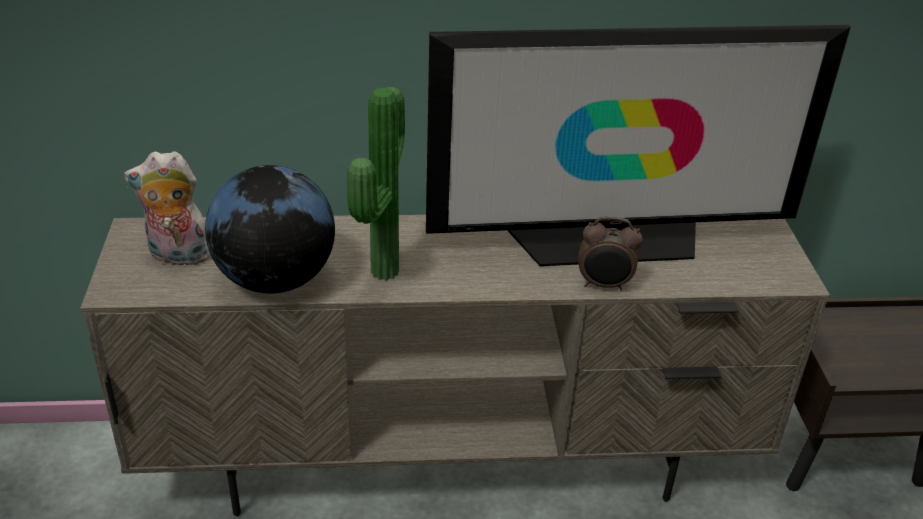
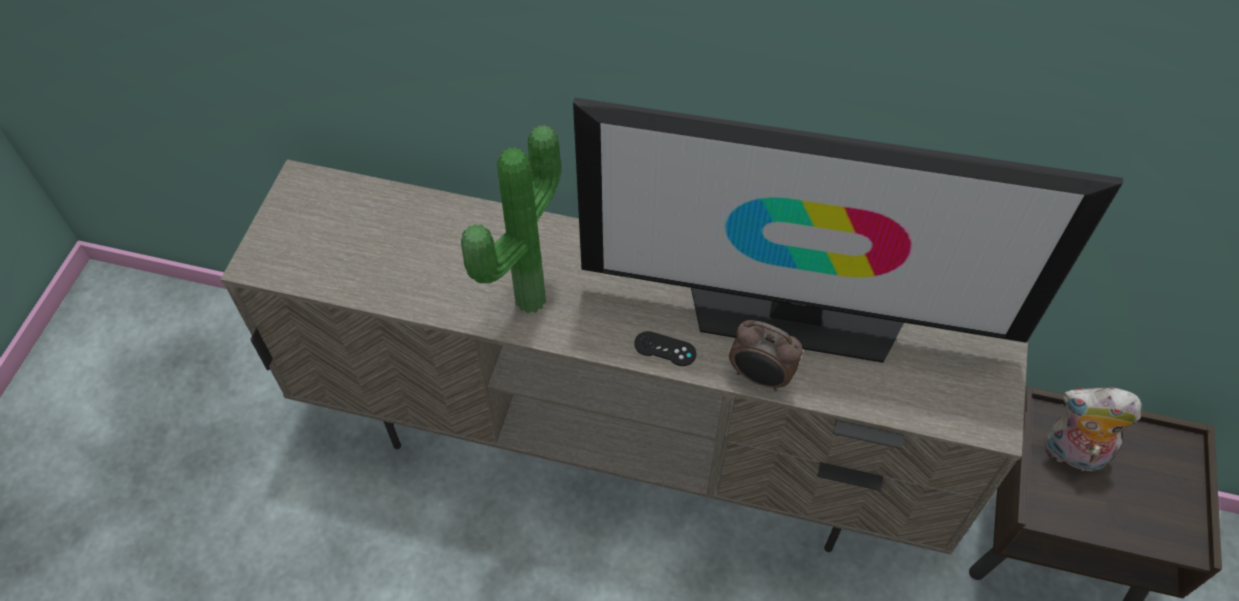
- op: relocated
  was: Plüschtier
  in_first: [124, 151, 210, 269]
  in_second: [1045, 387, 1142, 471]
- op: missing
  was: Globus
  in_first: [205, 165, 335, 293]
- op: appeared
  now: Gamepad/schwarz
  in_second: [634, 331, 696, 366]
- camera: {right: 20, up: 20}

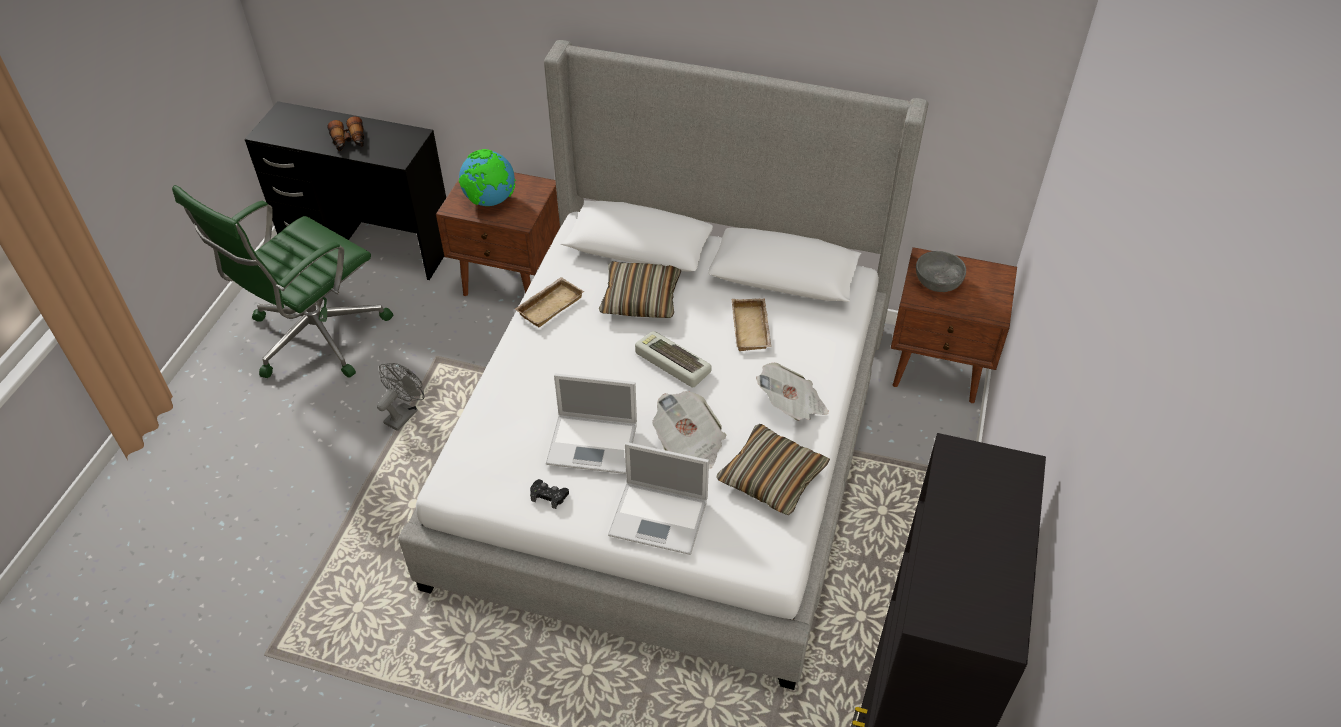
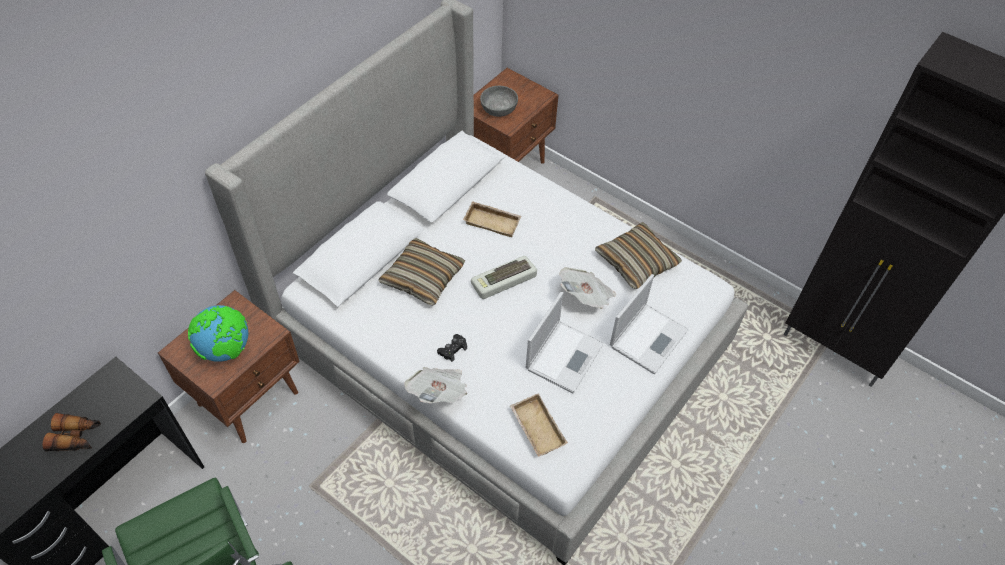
- op: relocated
  was: Tablett/beige
  in_first: [515, 277, 584, 327]
  in_second: [510, 393, 568, 457]
- op: missing
  was: Ventilator/grau
  in_first: [377, 363, 424, 431]
- op: relocated
  was: Zeitung
  in_first: [756, 363, 829, 420]
  in_second: [405, 367, 467, 403]
- op: relocated
  was: Gamepad/schwarz
  in_first: [530, 479, 569, 509]
  in_second: [437, 334, 467, 362]
- camera: {right: -70, up: 5}

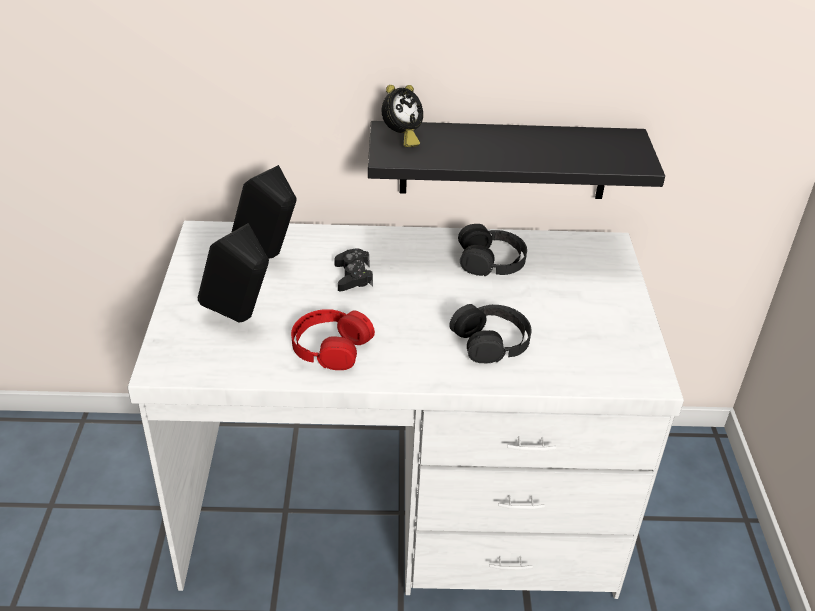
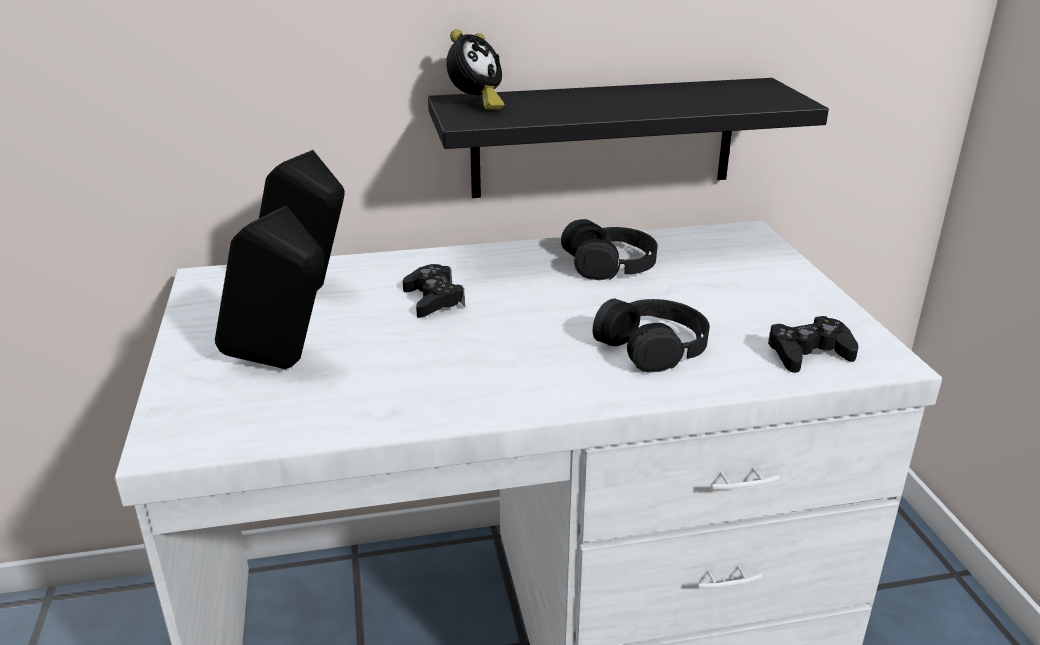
- op: missing
  was: Kopfhörer/rot
  in_first: [291, 309, 375, 370]
- op: appeared
  now: Gamepad/schwarz
  in_second: [768, 316, 858, 373]
- camera: {right: -10, up: -10}

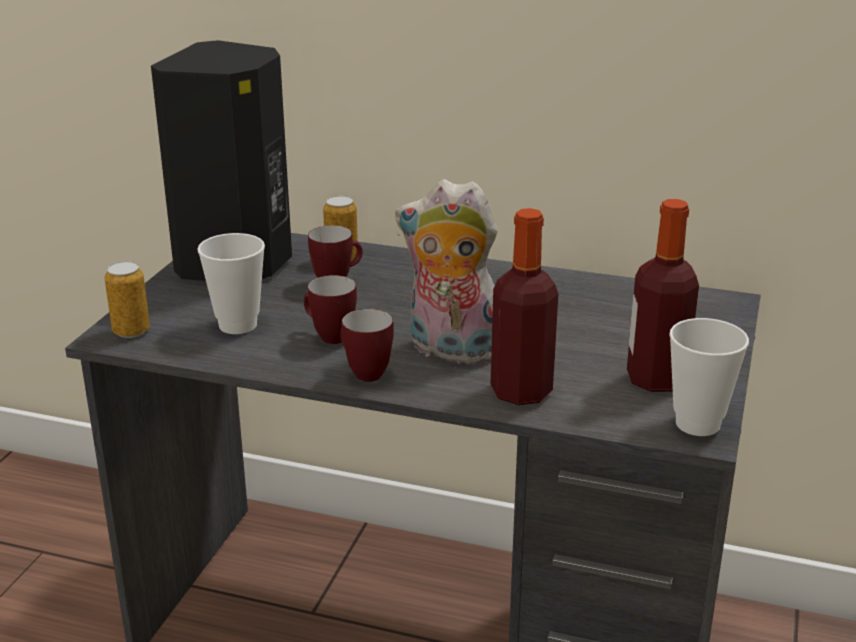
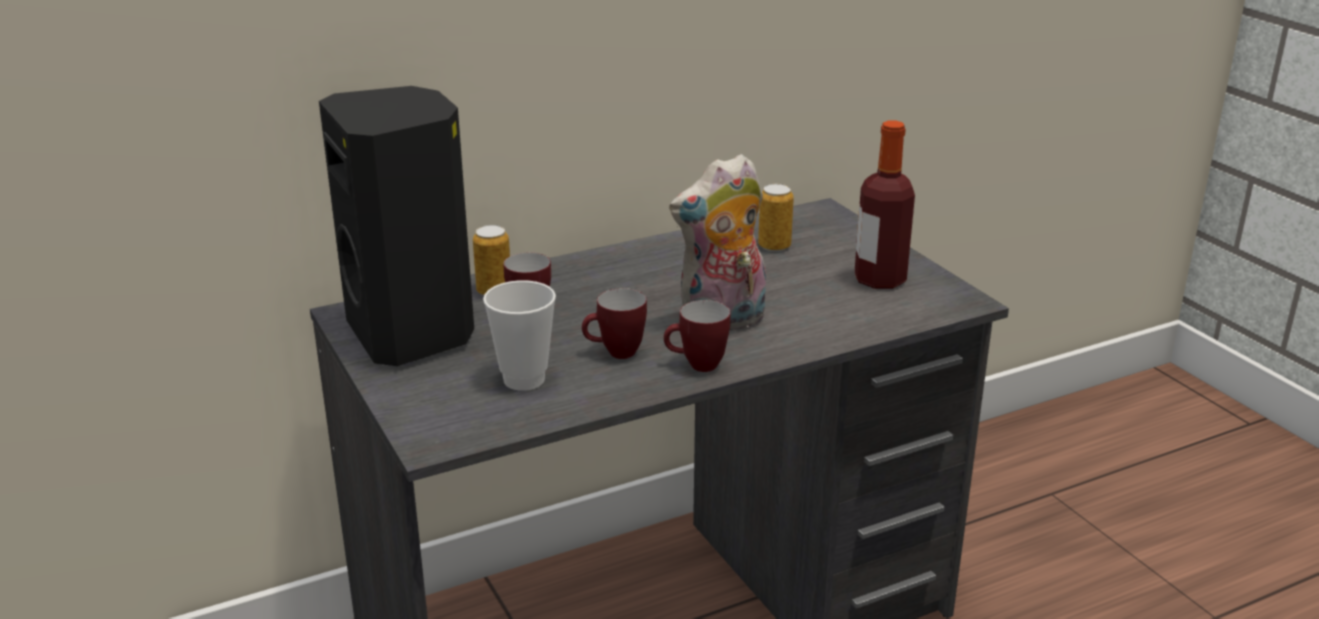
- op: missing
  was: Flasche
  in_first: [491, 208, 558, 405]
- op: relocated
  was: Dose
  in_first: [105, 261, 150, 338]
  in_second: [758, 184, 794, 252]
- op: missing
  was: Tasse
  in_first: [669, 318, 749, 436]
- camera: {right: -45, up: 0}

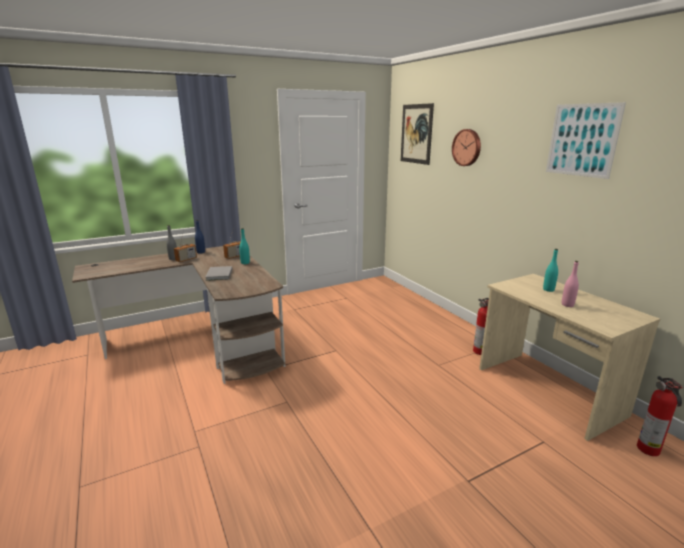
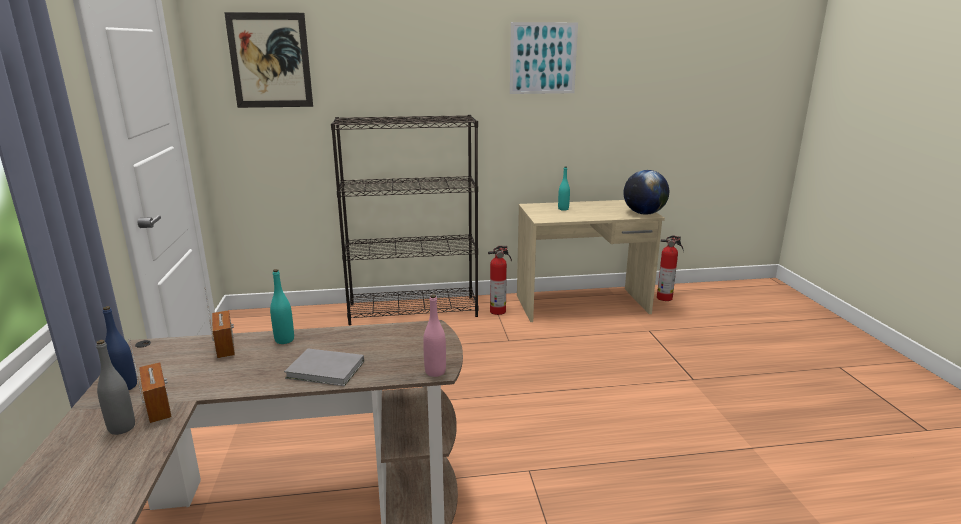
- op: missing
  was: Wanduhr
  in_first: [452, 129, 481, 166]
- op: relocated
  was: Flasche/rosa
  in_first: [562, 261, 579, 307]
  in_second: [423, 294, 446, 377]
- op: appeared
  now: Bücherregal/schwarz
  in_second: [331, 115, 478, 325]
- op: appeared
  now: Globus
  in_second: [624, 170, 669, 215]
- camera: {right: -70, up: 0}

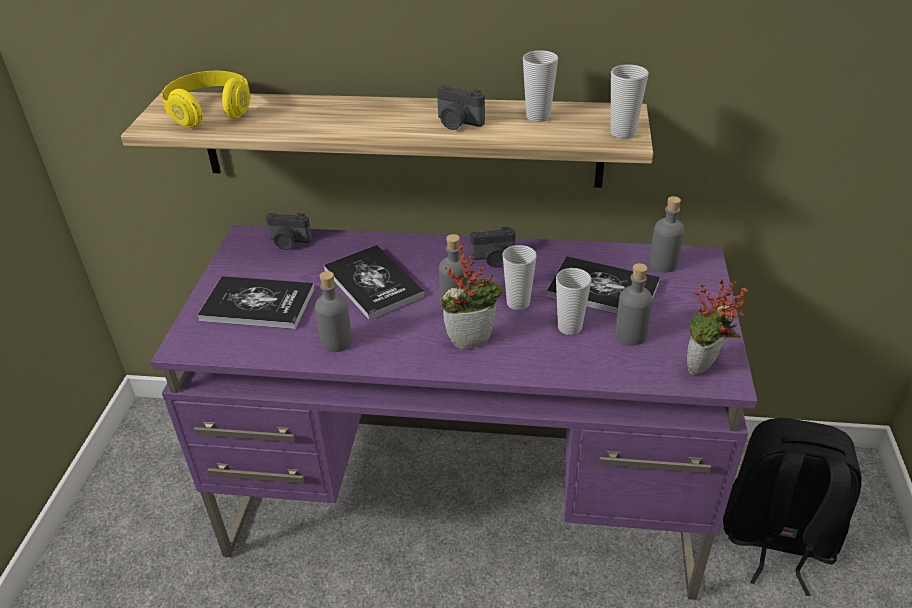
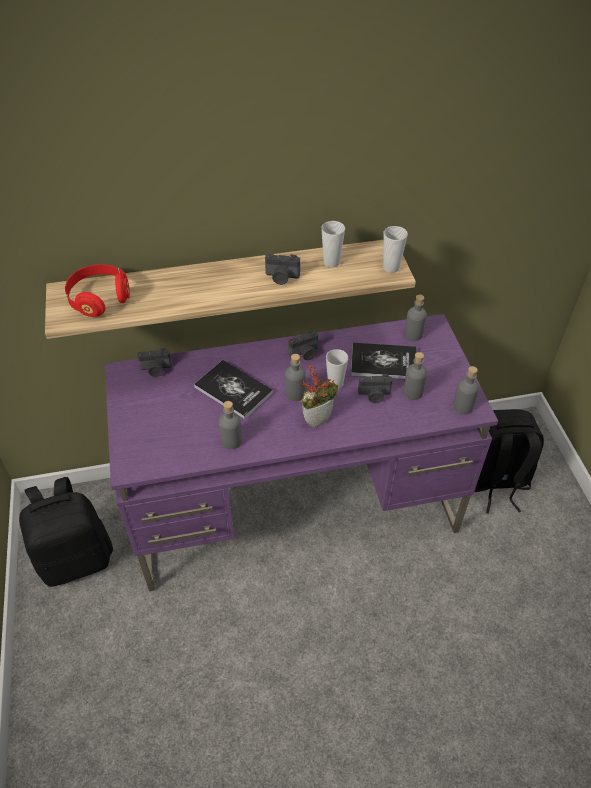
- op: colour
  was: Kopfhörer/gelb
  now: Kopfhörer/rot
  in_first: [161, 71, 250, 128]
  in_second: [65, 264, 130, 317]
- op: exchanged
  was: Tasse
  now: Kamera
  in_first: [556, 268, 591, 335]
  in_second: [358, 374, 392, 403]
- op: missing
  was: Buch
  in_first: [197, 276, 314, 329]
- op: exchanged
  was: Topfpflanze
  now: Flasche/grau
  in_first: [687, 279, 749, 375]
  in_second: [453, 366, 479, 415]
- op: appeared
  now: Rucksack/schwarz
  in_second: [19, 477, 113, 587]
- camera: {right: -20, up: 10}

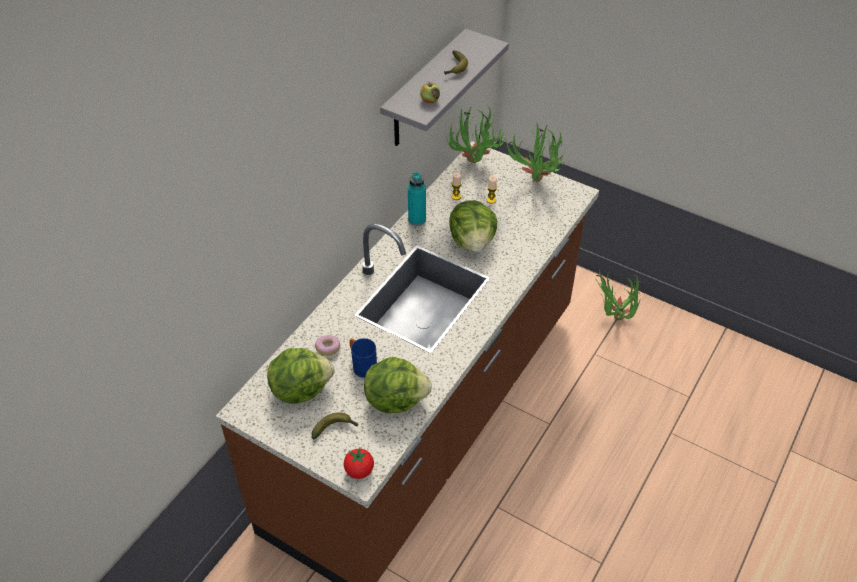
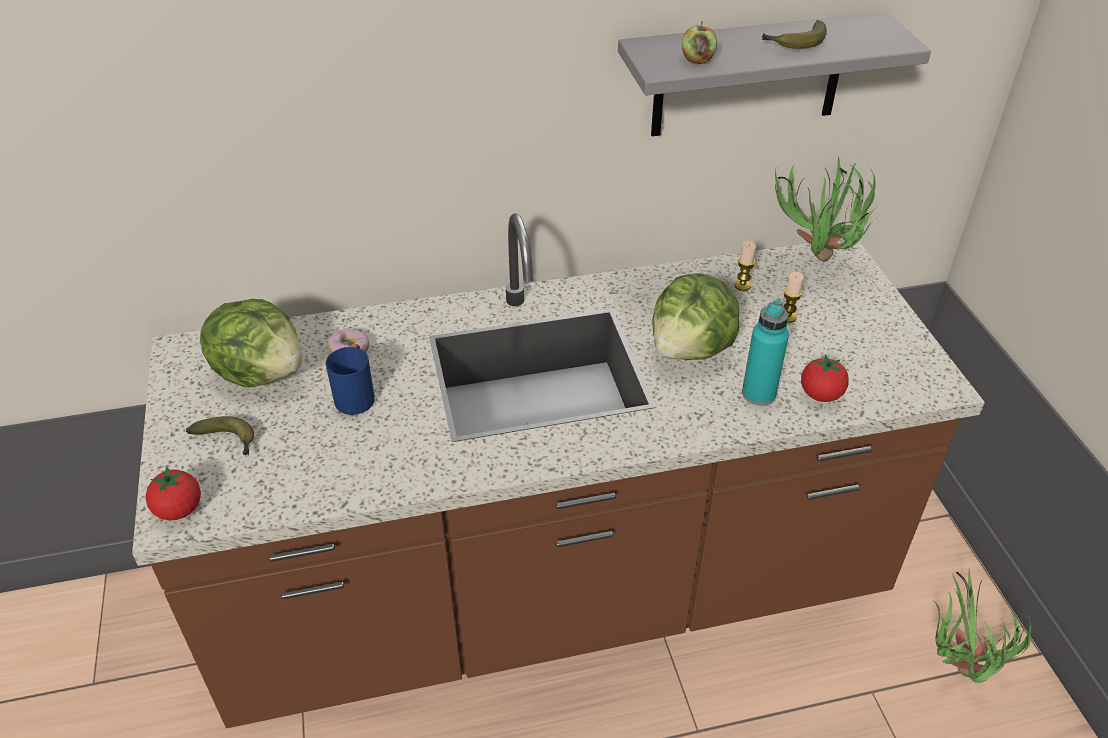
- op: missing
  was: Topfpflanze
  in_first: [506, 122, 565, 182]
- op: relocated
  was: Flasche/türkis
  in_first: [408, 172, 426, 226]
  in_second: [742, 300, 789, 406]
- op: missing
  was: Salatkopf
  in_first: [364, 357, 432, 413]
- op: appeared
  now: Tomate
  in_second: [801, 354, 849, 402]
- camera: {right: 45, up: -5}

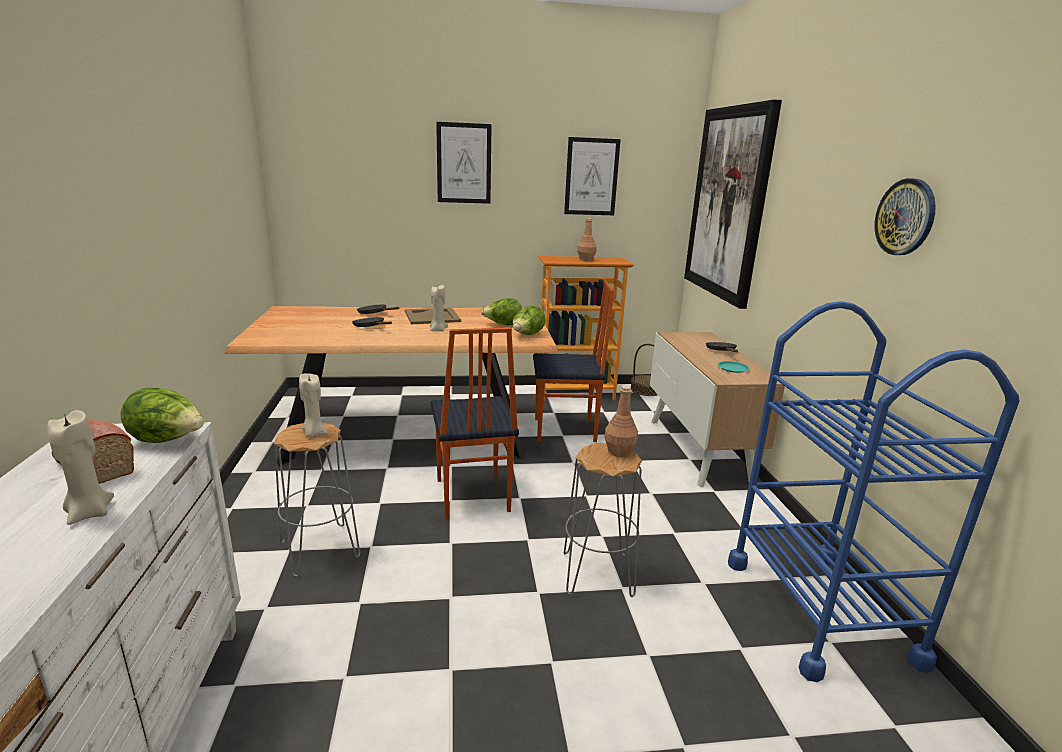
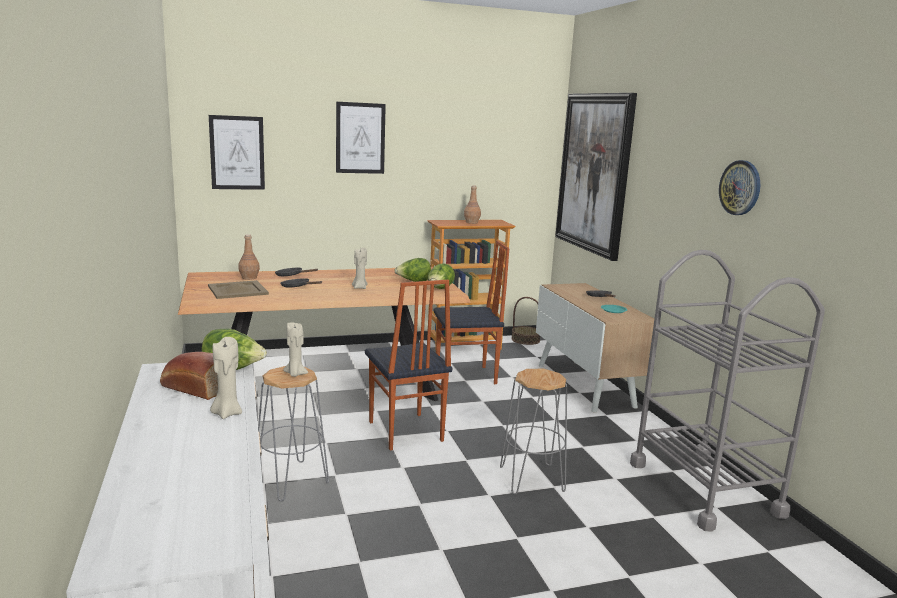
- op: relocated
  was: Bild
  in_first: [564, 137, 621, 215]
  in_second: [209, 115, 265, 190]
- op: colour
  was: Rollwagen/blau
  now: Rollwagen/grau
  in_first: [728, 301, 1019, 682]
  in_second: [630, 250, 825, 532]
- op: relocated
  was: Tablett/beige
  in_first: [405, 307, 461, 324]
  in_second: [208, 280, 269, 299]
- op: relocated
  was: Flasche/braun
  in_first: [604, 385, 638, 457]
  in_second: [238, 234, 260, 280]
- camera: {right: -10, up: -5}

